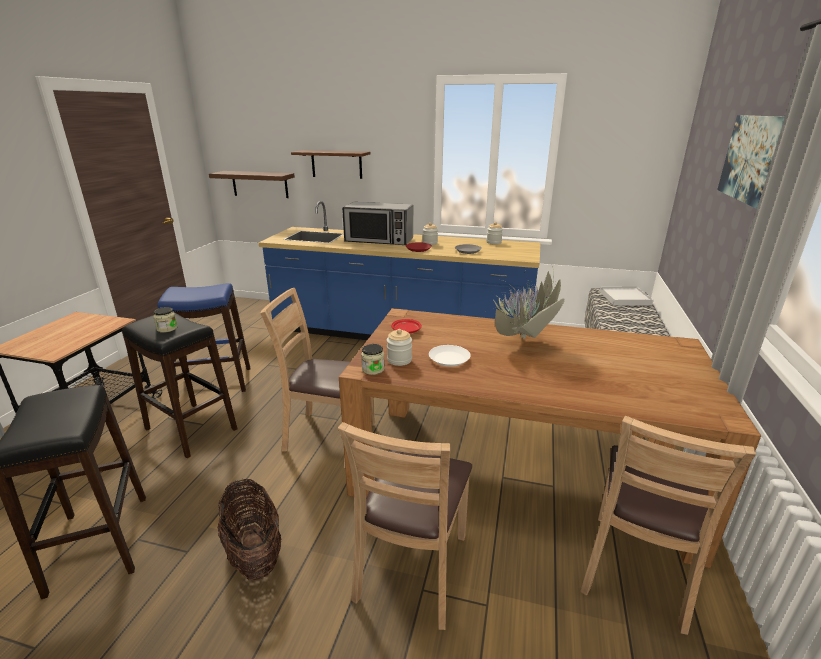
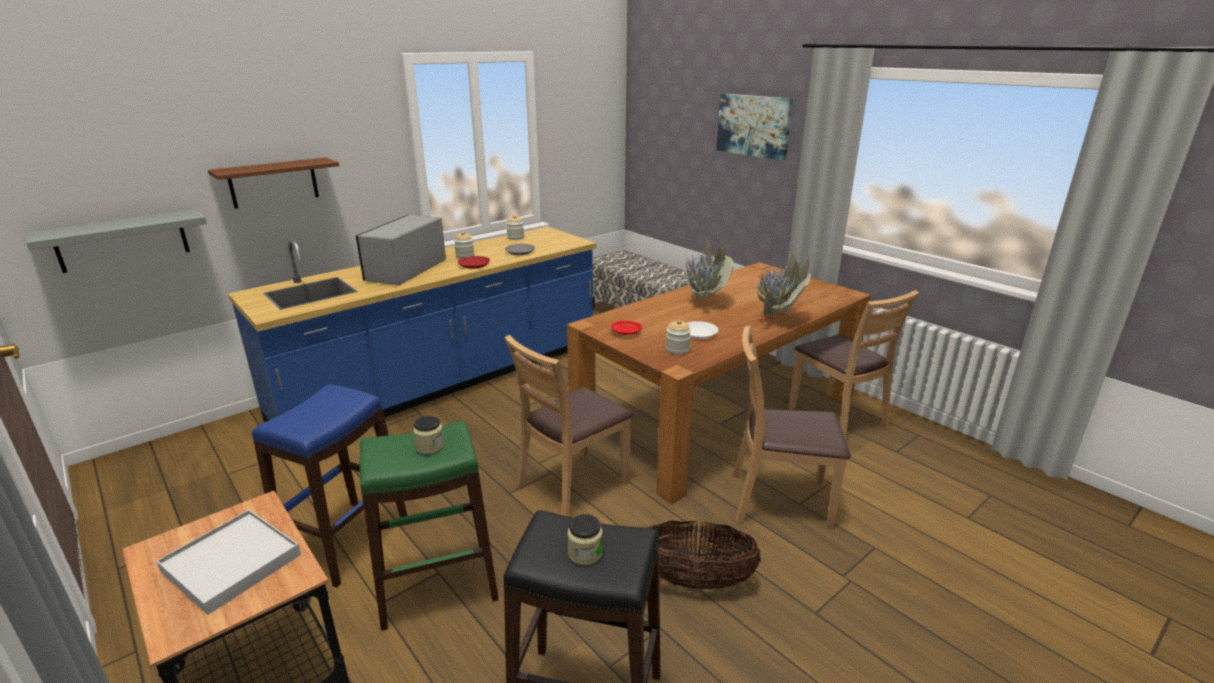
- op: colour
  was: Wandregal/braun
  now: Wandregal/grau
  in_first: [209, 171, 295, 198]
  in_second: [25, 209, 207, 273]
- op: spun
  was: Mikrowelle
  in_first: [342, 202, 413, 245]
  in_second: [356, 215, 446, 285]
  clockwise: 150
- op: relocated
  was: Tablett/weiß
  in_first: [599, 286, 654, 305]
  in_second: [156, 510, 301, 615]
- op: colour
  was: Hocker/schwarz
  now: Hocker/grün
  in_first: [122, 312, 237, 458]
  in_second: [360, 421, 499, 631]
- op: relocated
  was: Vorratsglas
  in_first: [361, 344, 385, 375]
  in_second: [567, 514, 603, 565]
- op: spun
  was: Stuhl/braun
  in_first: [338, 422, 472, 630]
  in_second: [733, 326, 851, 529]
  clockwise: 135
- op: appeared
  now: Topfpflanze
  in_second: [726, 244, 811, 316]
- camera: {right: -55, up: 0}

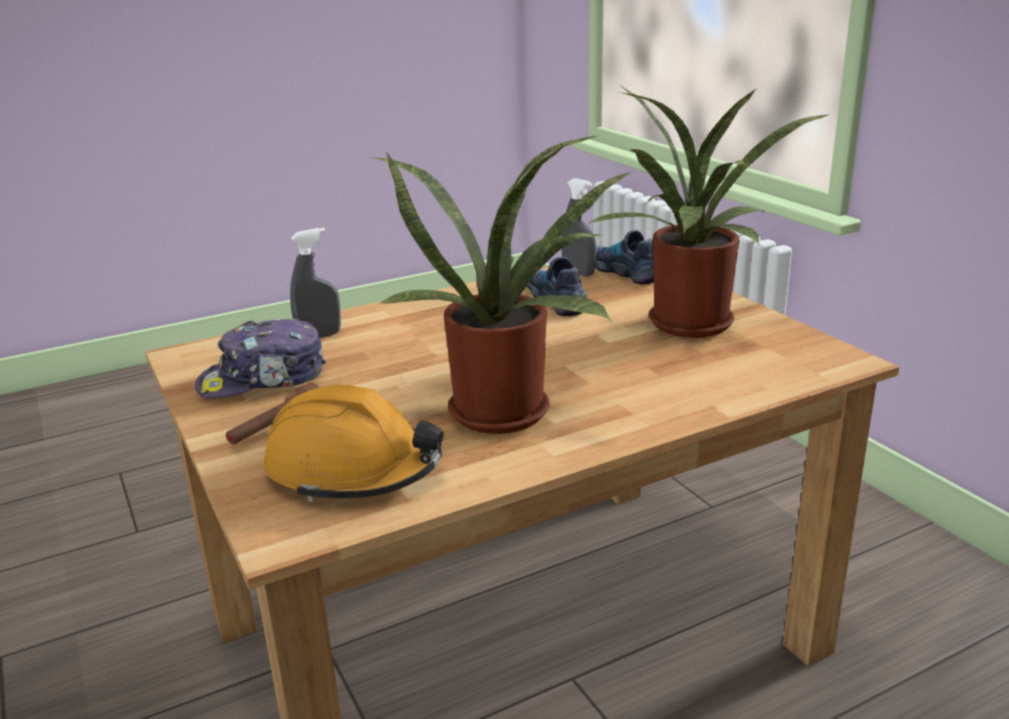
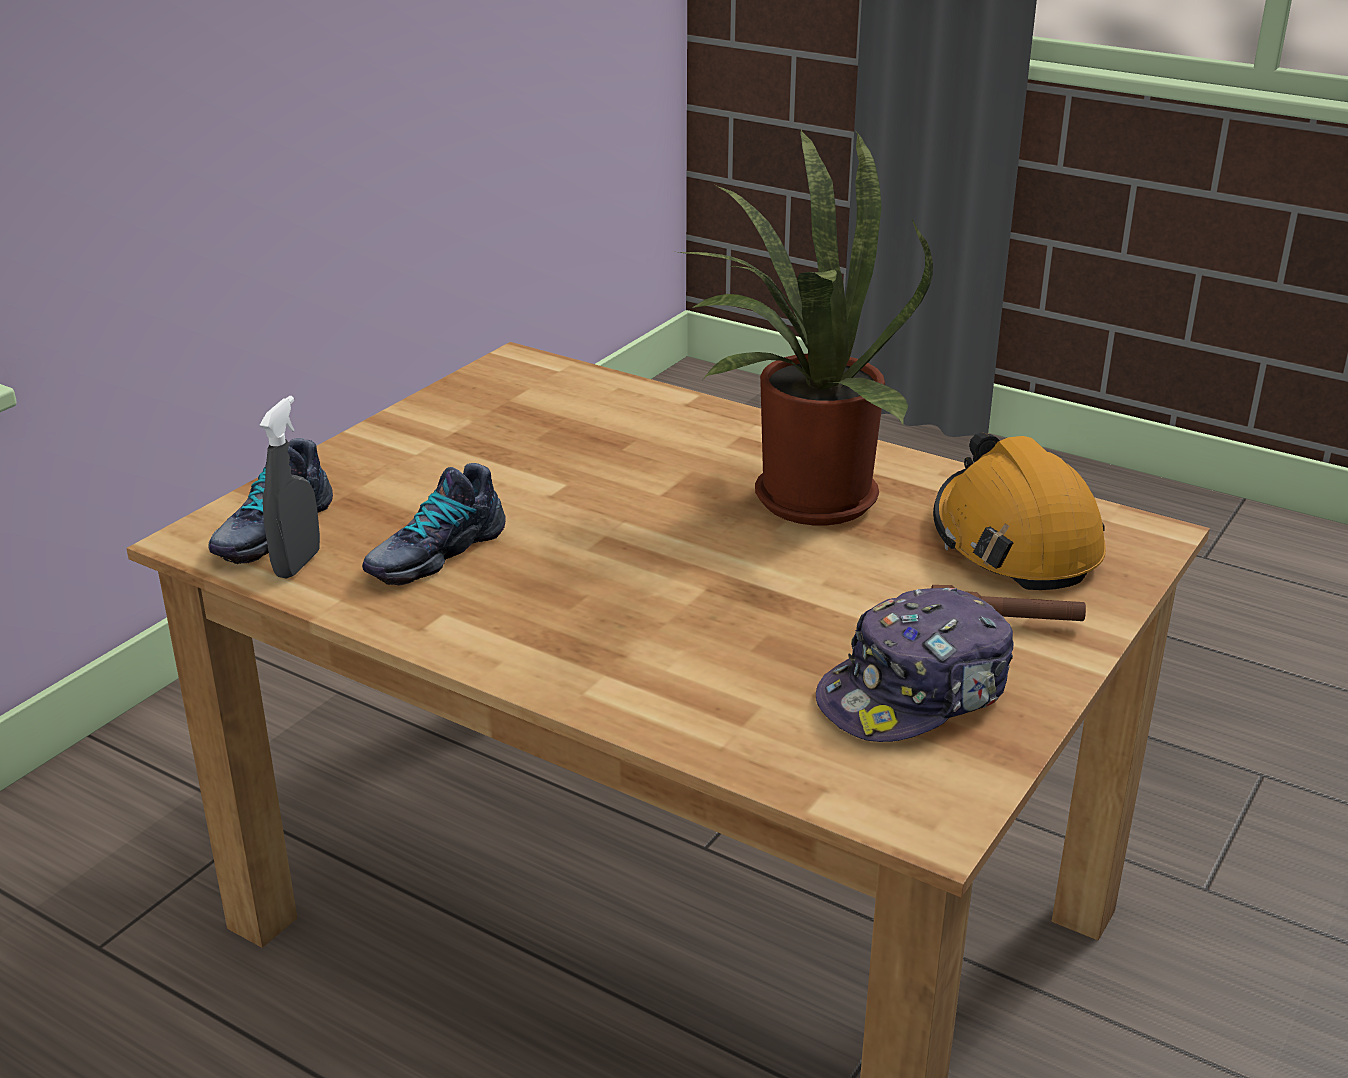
- op: missing
  was: Topfpflanze
  in_first: [586, 85, 828, 338]
- op: missing
  was: Sprühflasche/grau
  in_first: [290, 228, 341, 338]
- op: spun
  was: Kappe
  in_first: [195, 319, 326, 398]
  in_second: [816, 588, 1014, 742]
  clockwise: 105
- camera: {right: -120, up: 5}

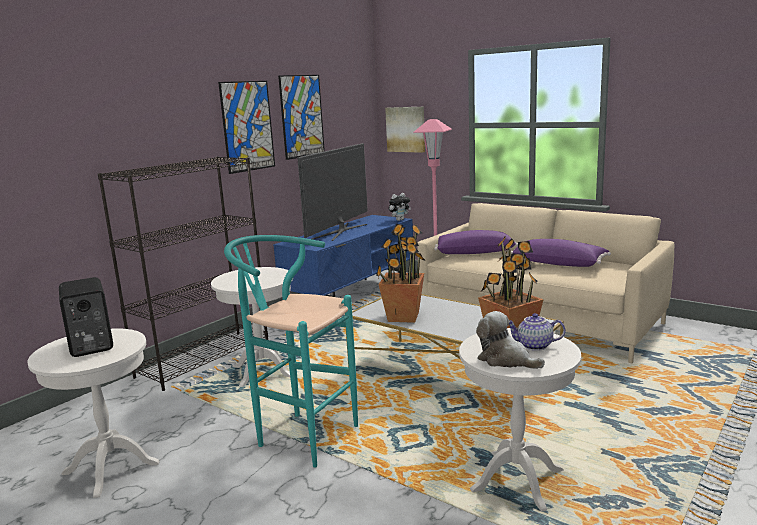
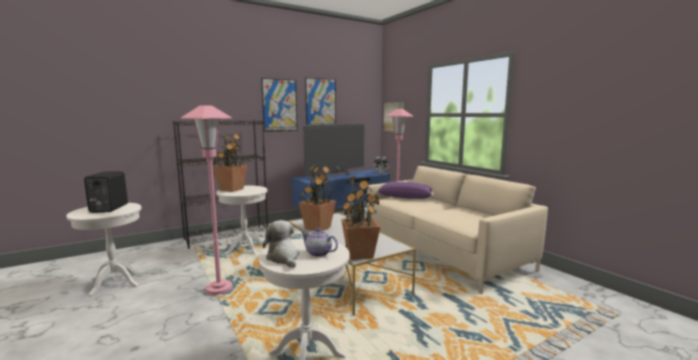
- op: exchanged
  was: Hocker/türkis
  now: Stehlampe/rosa
  in_first: [224, 235, 358, 468]
  in_second: [181, 105, 232, 296]
- op: missing
  was: Kissen/lila
  in_first: [511, 239, 611, 267]
- op: appeared
  now: Topfpflanze
  in_second: [213, 132, 247, 192]
- camera: {right: 20, up: -5}

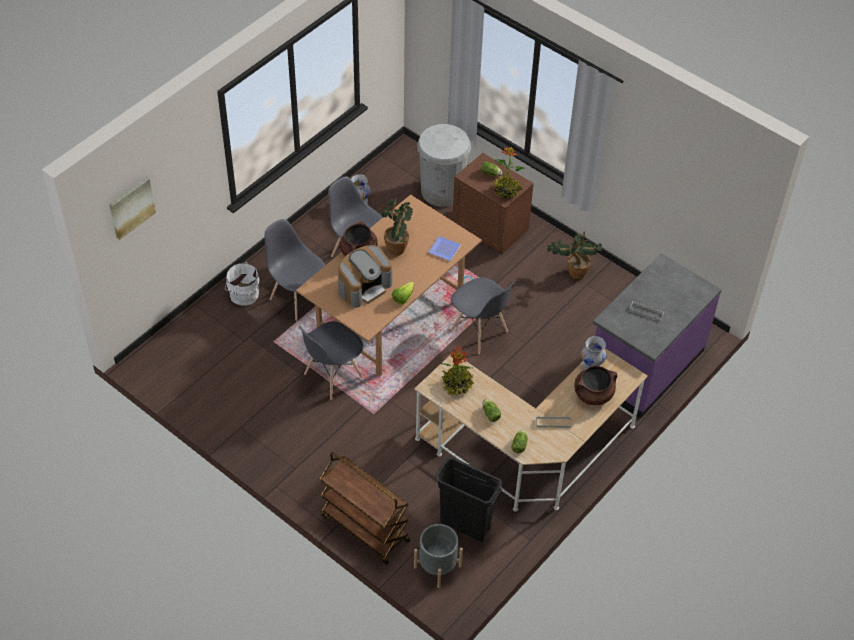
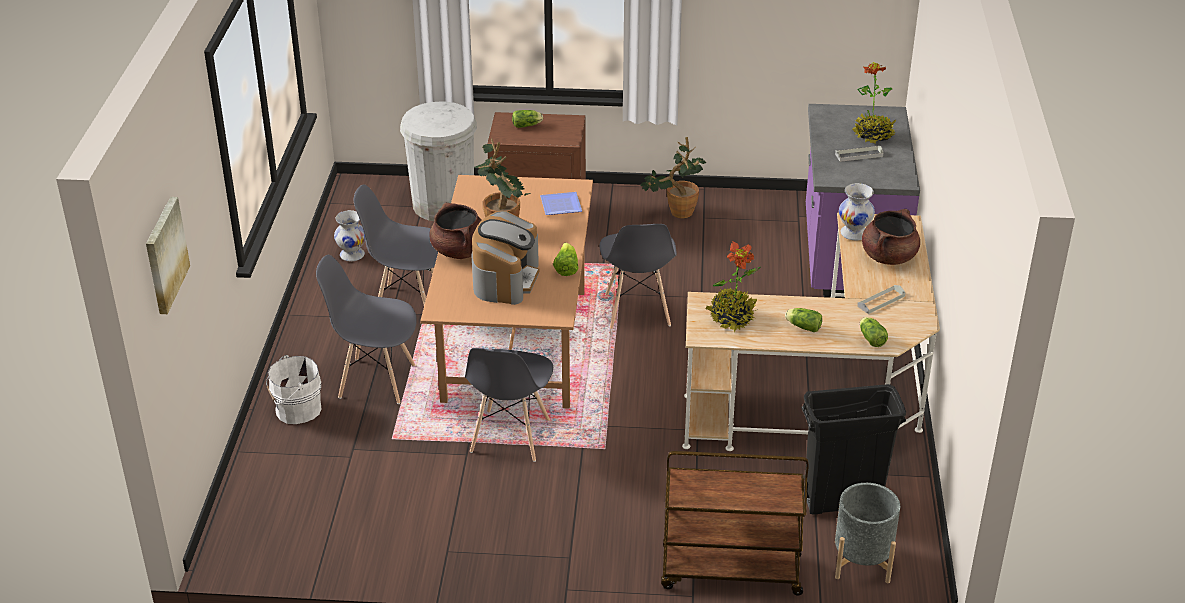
- op: relocated
  was: Topfpflanze
  in_first: [493, 147, 525, 199]
  in_second: [852, 62, 896, 143]
- op: spun
  was: Stuhl/grau
  in_first: [451, 277, 514, 354]
  in_second: [599, 224, 677, 329]
  clockwise: 75
- camera: {right: -35, up: -15}

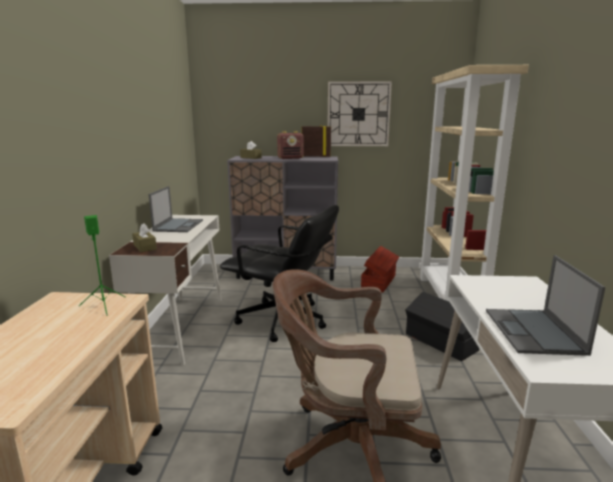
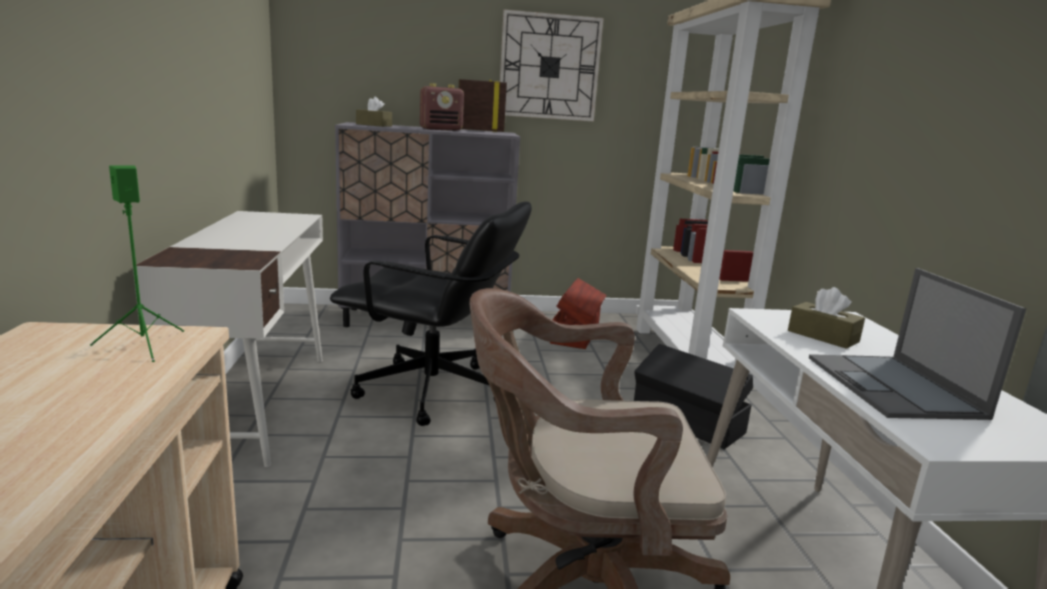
- op: missing
  was: Laptop
  in_first: [149, 186, 203, 232]
- op: relocated
  was: Taschentuchbox/braun
  in_first: [132, 223, 157, 252]
  in_second: [788, 287, 865, 349]
- camera: {right: -10, up: 0}

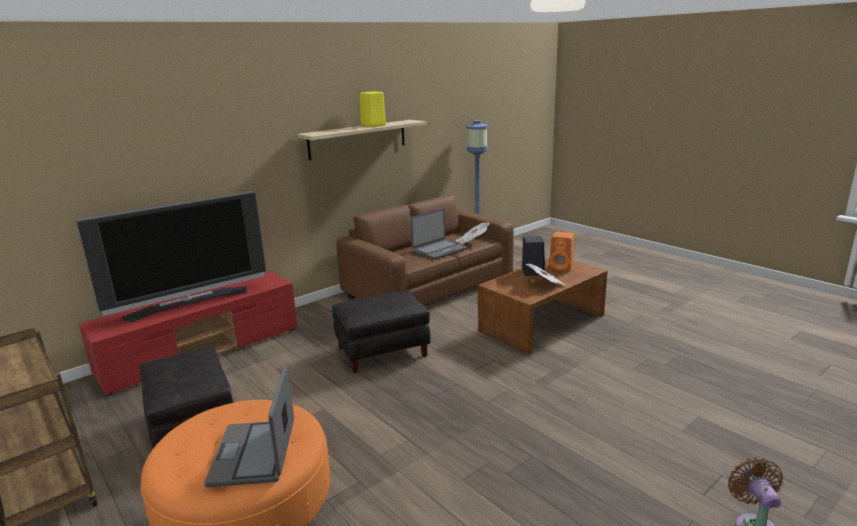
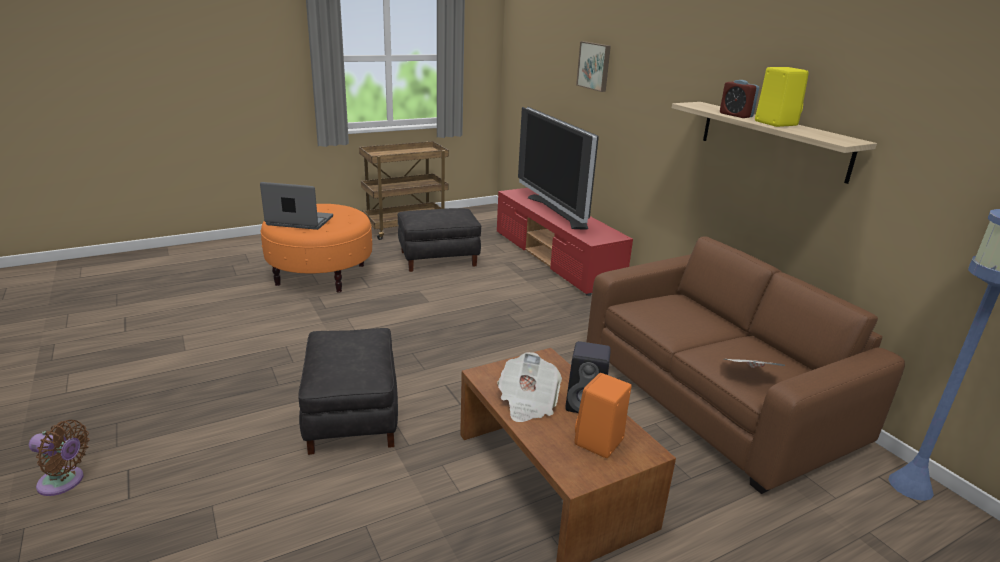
- op: missing
  was: Laptop
  in_first: [411, 208, 467, 260]
- op: relocated
  was: Polsterhocker/schwarz
  in_first: [332, 291, 431, 373]
  in_second: [298, 328, 398, 455]
- op: appeared
  now: Bild
  in_second: [576, 41, 611, 92]
- op: appeared
  now: Wecker
  in_second: [720, 80, 759, 118]
- camera: {right: 100, up: 5}

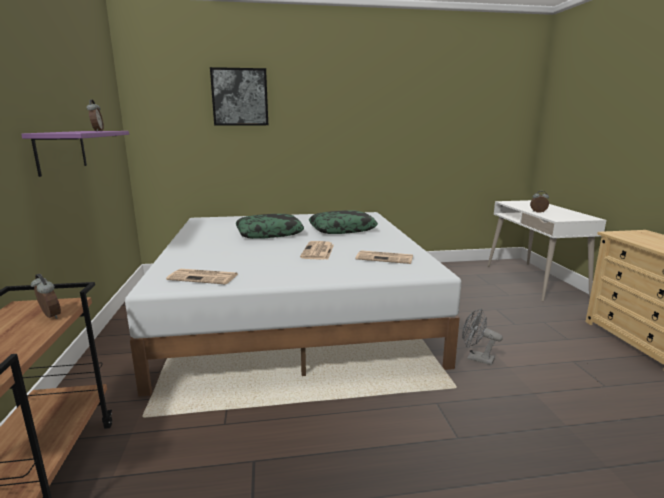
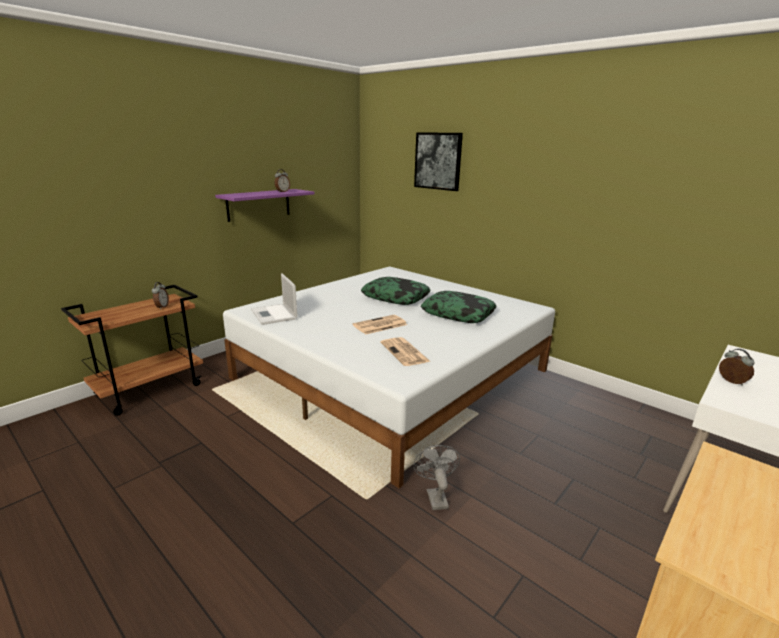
- op: exchanged
  was: Zeitung
  now: Laptop
  in_first: [166, 269, 238, 284]
  in_second: [251, 273, 297, 325]
- camera: {right: 50, up: 5}

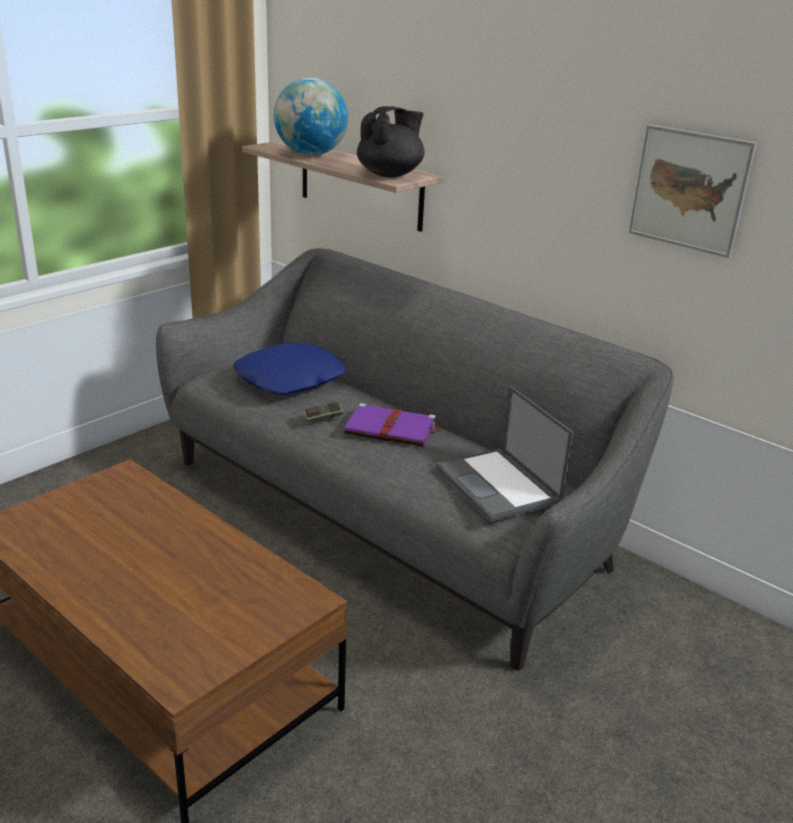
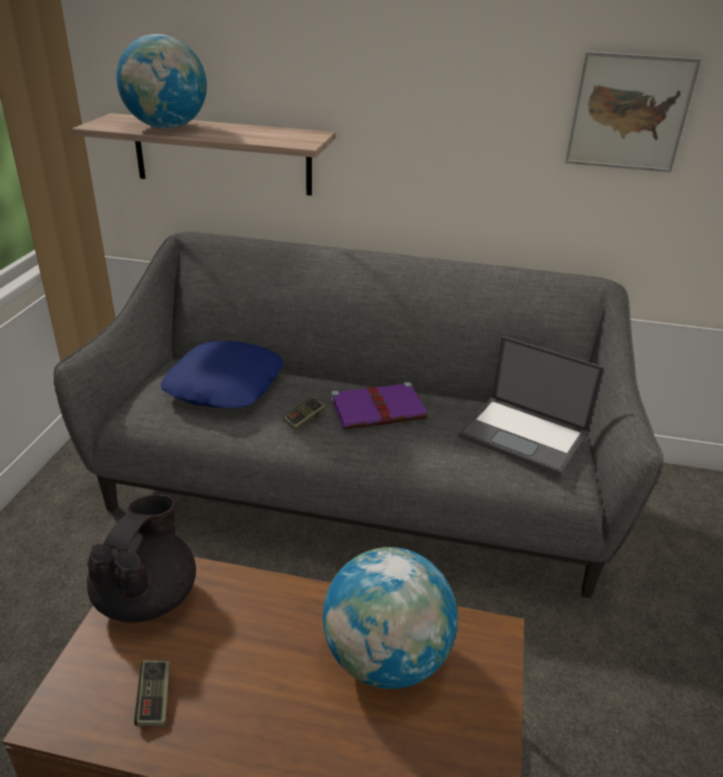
- op: relocated
  was: Teekanne/schwarz
  in_first: [357, 106, 424, 177]
  in_second: [87, 495, 196, 623]
- op: appeared
  now: Globus
  in_second: [323, 547, 458, 689]
- op: appeared
  now: Gamepad
  in_second: [134, 661, 170, 726]
- camera: {right: -30, up: 5}

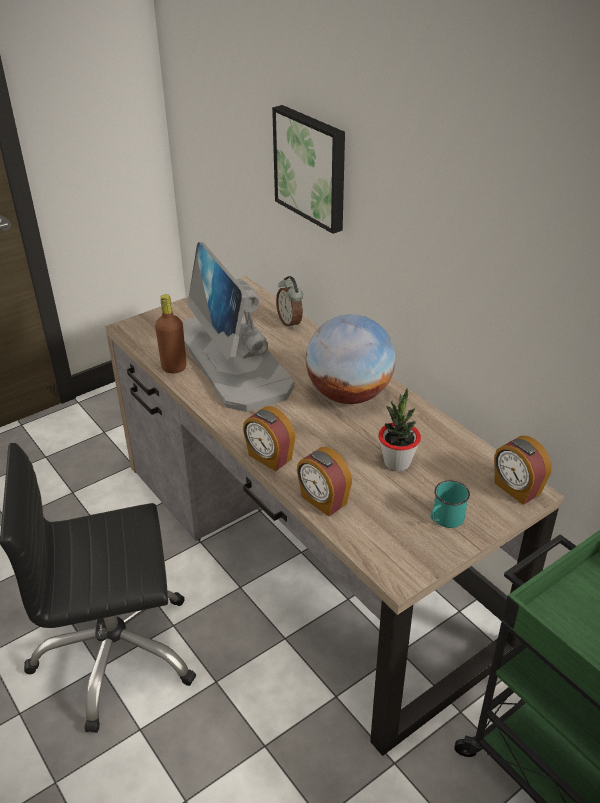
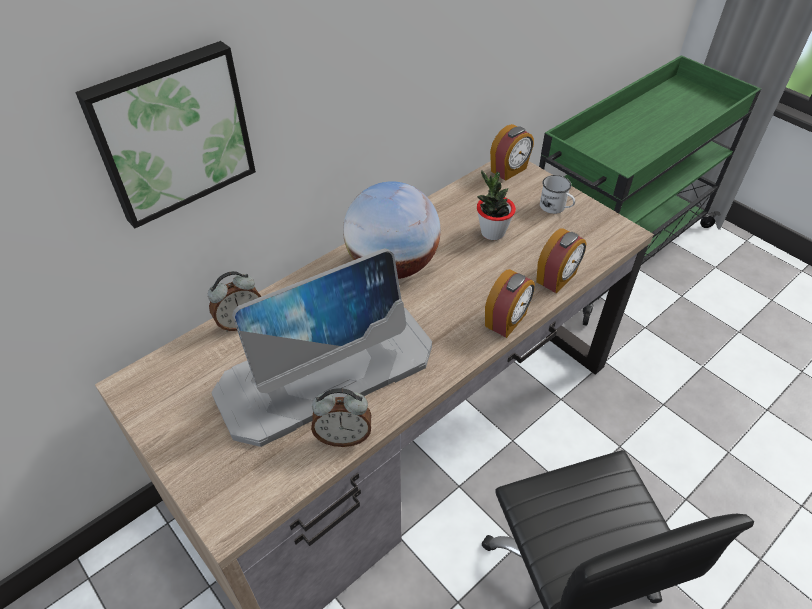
- op: exchanged
  was: Flasche/braun
  now: Wecker
  in_first: [155, 294, 187, 373]
  in_second: [311, 388, 372, 447]
- op: colour
  was: Henkelbecher/türkis
  now: Henkelbecher/weiß
  in_first: [430, 480, 470, 528]
  in_second: [540, 175, 575, 214]
- camera: {right: -95, up: 10}

